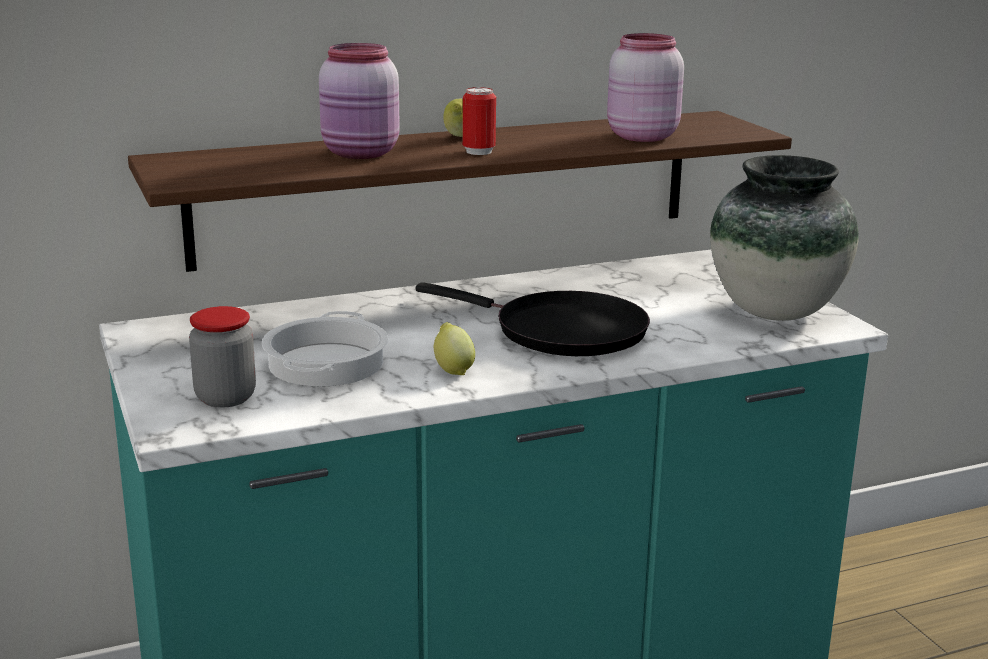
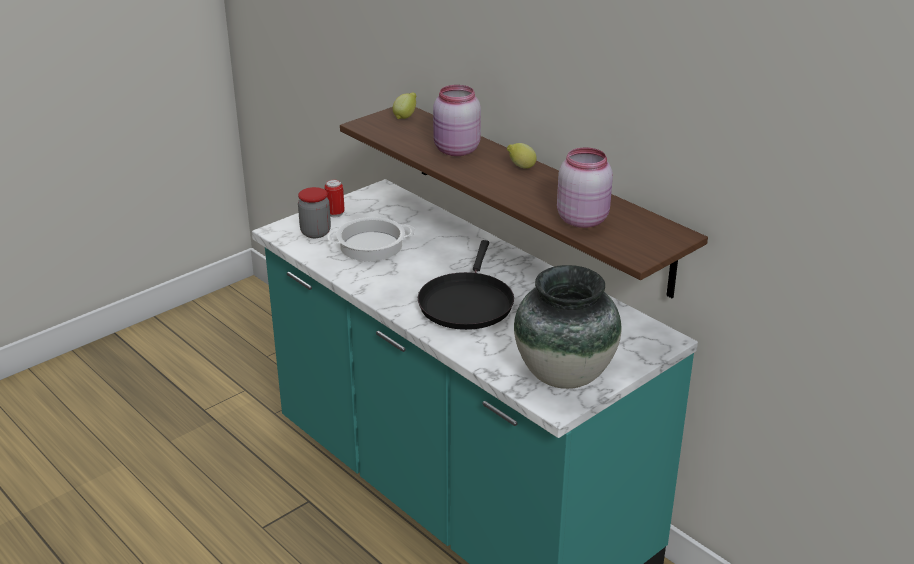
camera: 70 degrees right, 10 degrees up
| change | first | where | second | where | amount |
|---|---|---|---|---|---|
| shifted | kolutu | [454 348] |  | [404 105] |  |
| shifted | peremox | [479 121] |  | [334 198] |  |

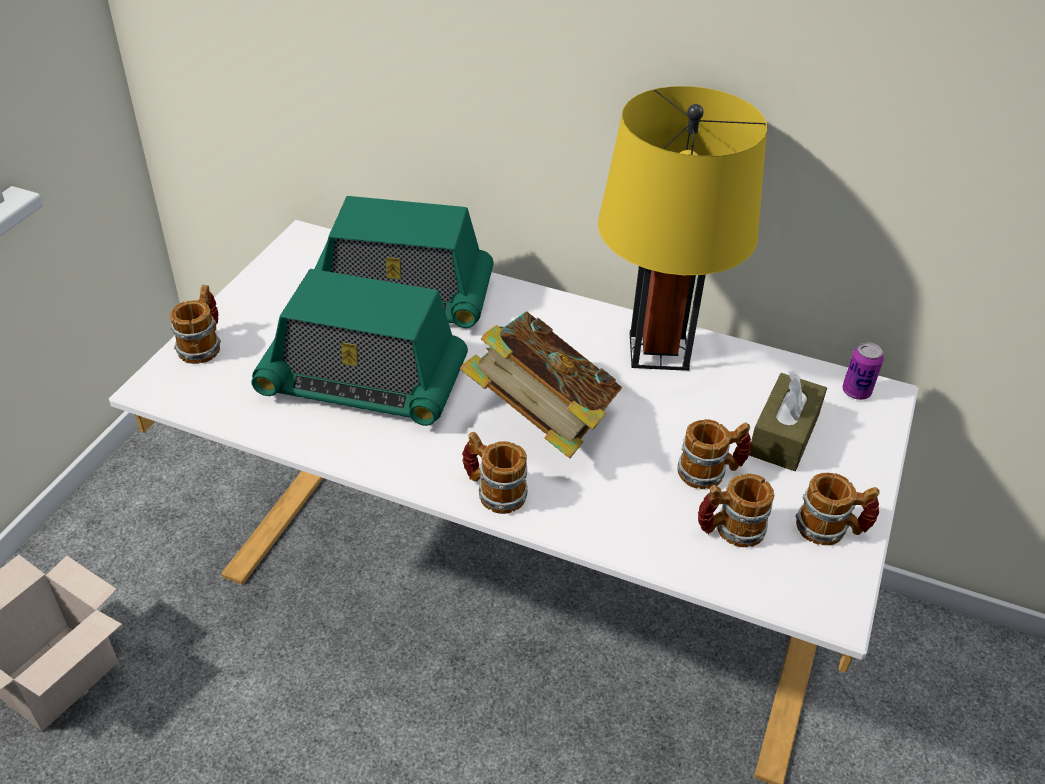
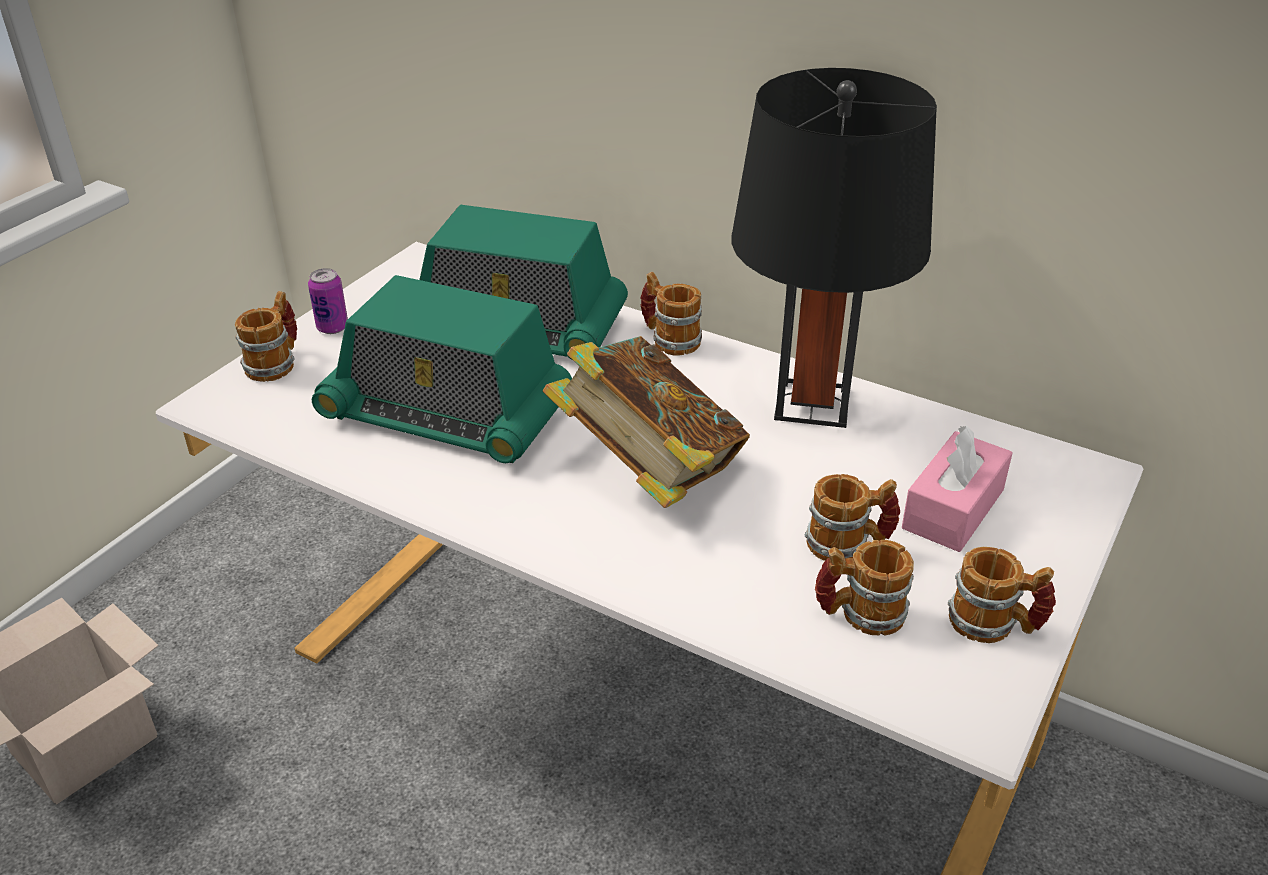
camera: 10 degrees right, 5 degrees down
| change | first | where | second | where | amount |
|---|---|---|---|---|---|
| shifted | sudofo | [494 473] |  | [671 313] |  |
| repainted | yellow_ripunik | [682 228] | black_ripunik | [834 248] |  |
| repainted | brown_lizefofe | [788 421] | pink_lizefofe | [957 488] |  |
| shifted | peremox | [863 371] |  | [328 301] |  |

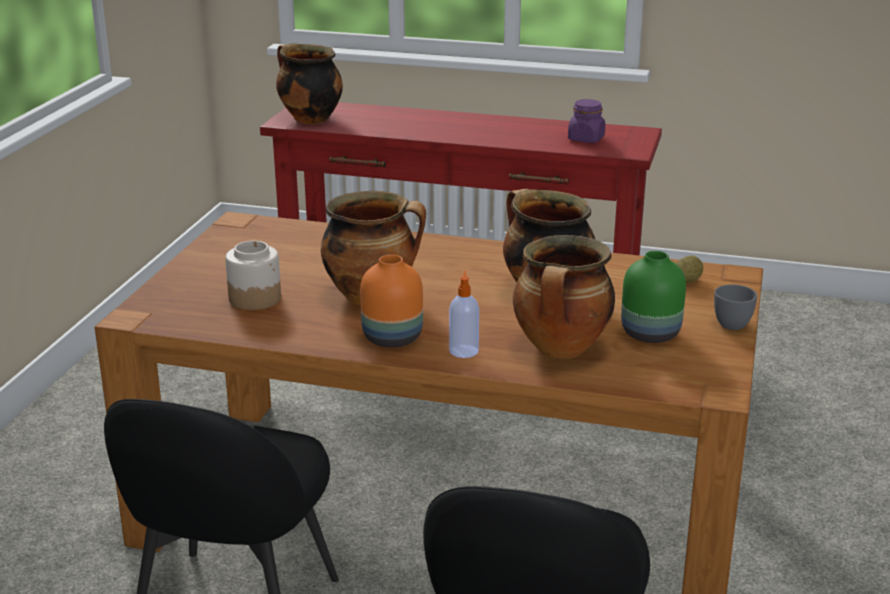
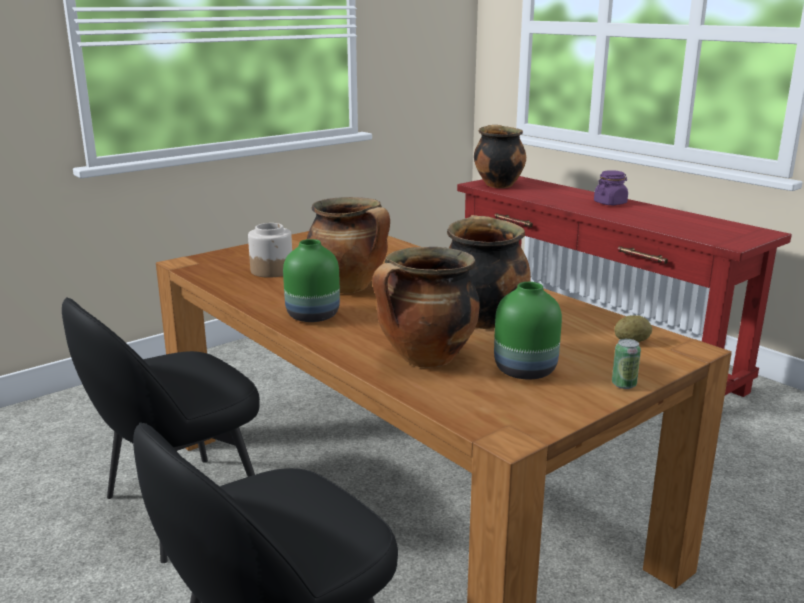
camera: 35 degrees right, 5 degrees down
| change | first | where | second | where | amount |
|---|---|---|---|---|---|
| repainted | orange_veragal | [391 301] | green_veragal | [311 280] |  |
| gone | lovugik | [464 314] |  |  |  |
| shifted | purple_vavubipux | [586 121] |  | [611 187] |  |
| swapped | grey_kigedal | [735 307] | peremox | [626 364] |  |

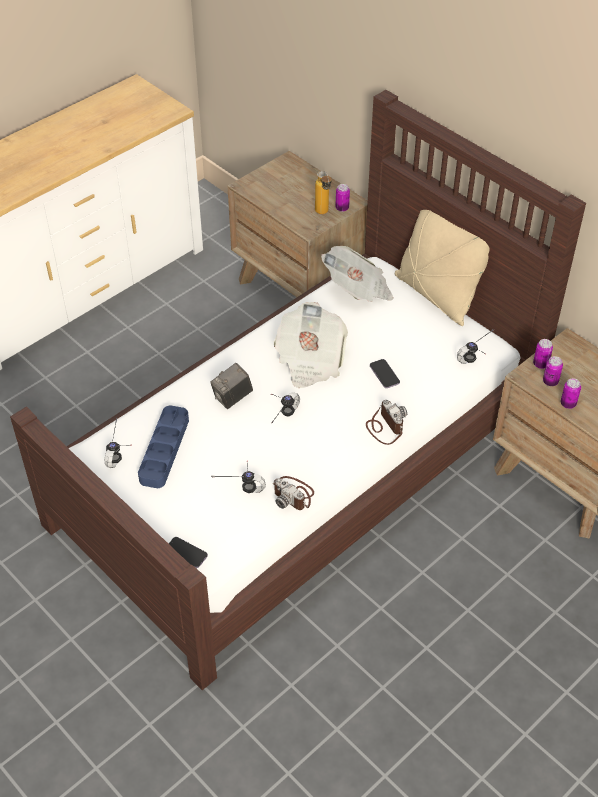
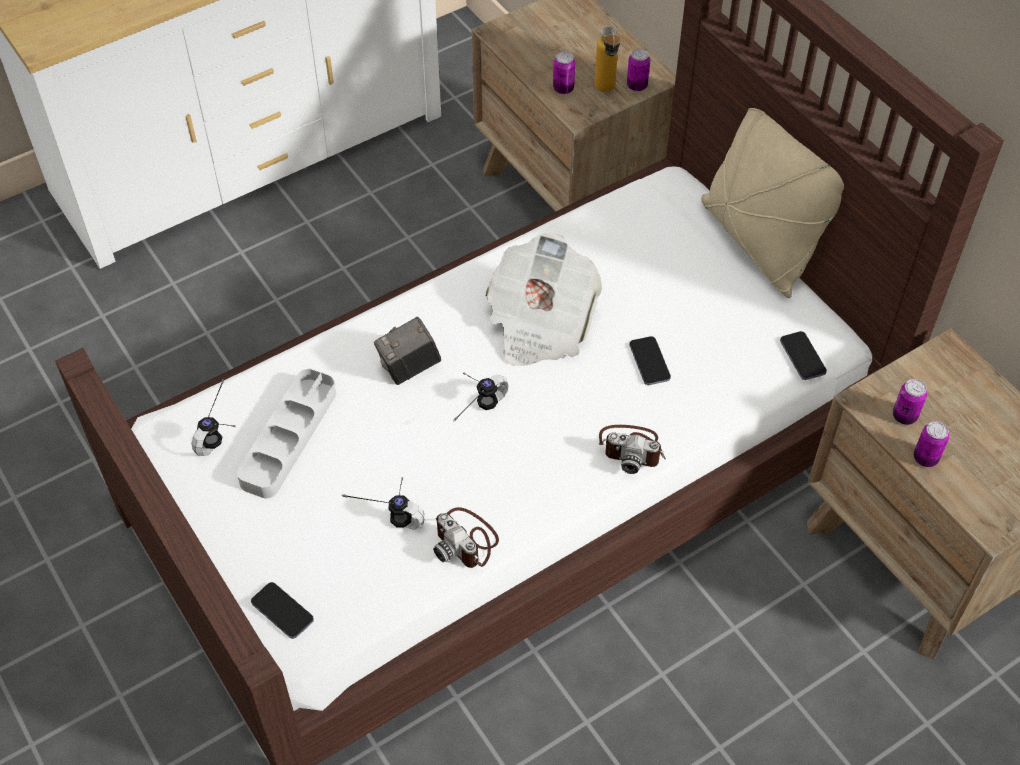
camera: 10 degrees right, 5 degrees up
| change | first | where | second | where | amount |
|---|---|---|---|---|---|
| repainted | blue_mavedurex | [163 446] | grey_mavedurex | [286 433] |  |
| gone | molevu | [357 274] |  |  |  |
| rotated | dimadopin | [386 422] |  | [632 449] | 120 degrees clockwise |
| swapped | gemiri | [475 346] | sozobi | [803 355] |  |
| shifted | peremox | [543 354] |  | [564 73] |  |

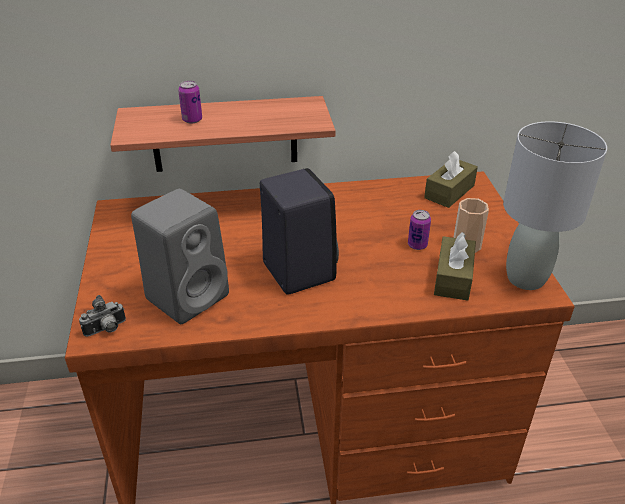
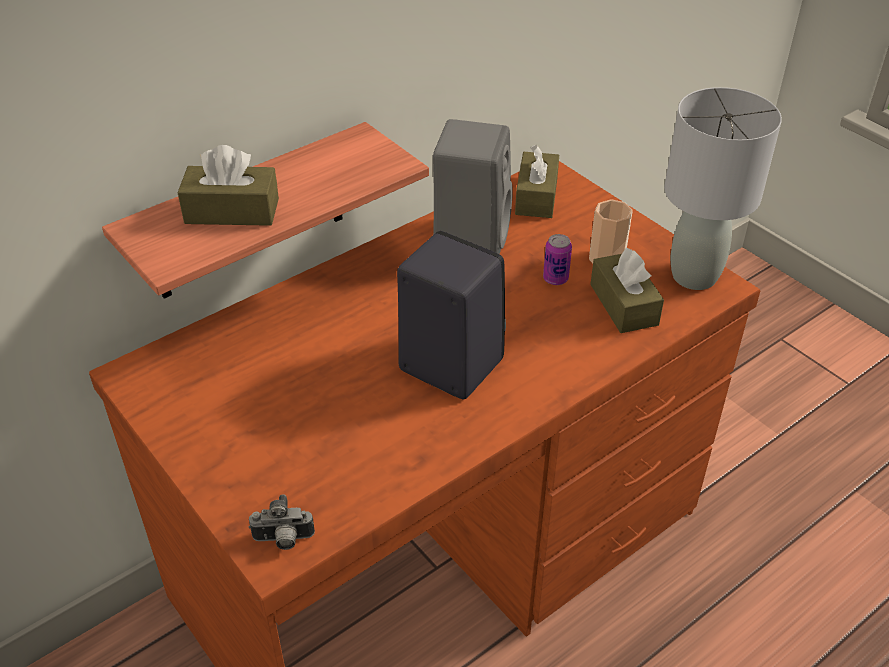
camera: 30 degrees left, 5 degrees up
| change | first | where | second | where | amount |
|---|---|---|---|---|---|
| rotated | dimadopin | [102 316] |  | [282 522] | 60 degrees clockwise |
| shifted | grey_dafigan | [180 256] |  | [473 186] |  |
| swapped | peremox | [190 102] | brown_lizefofe | [228 185] |  |

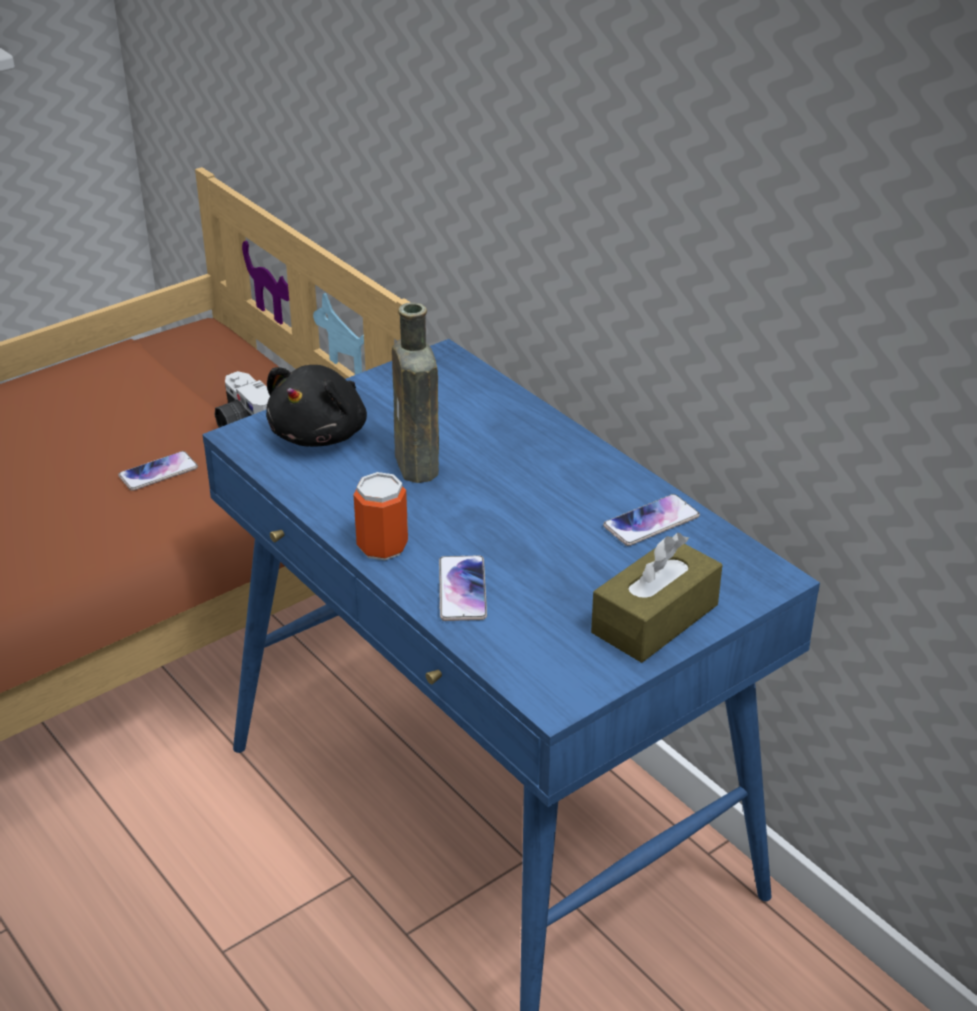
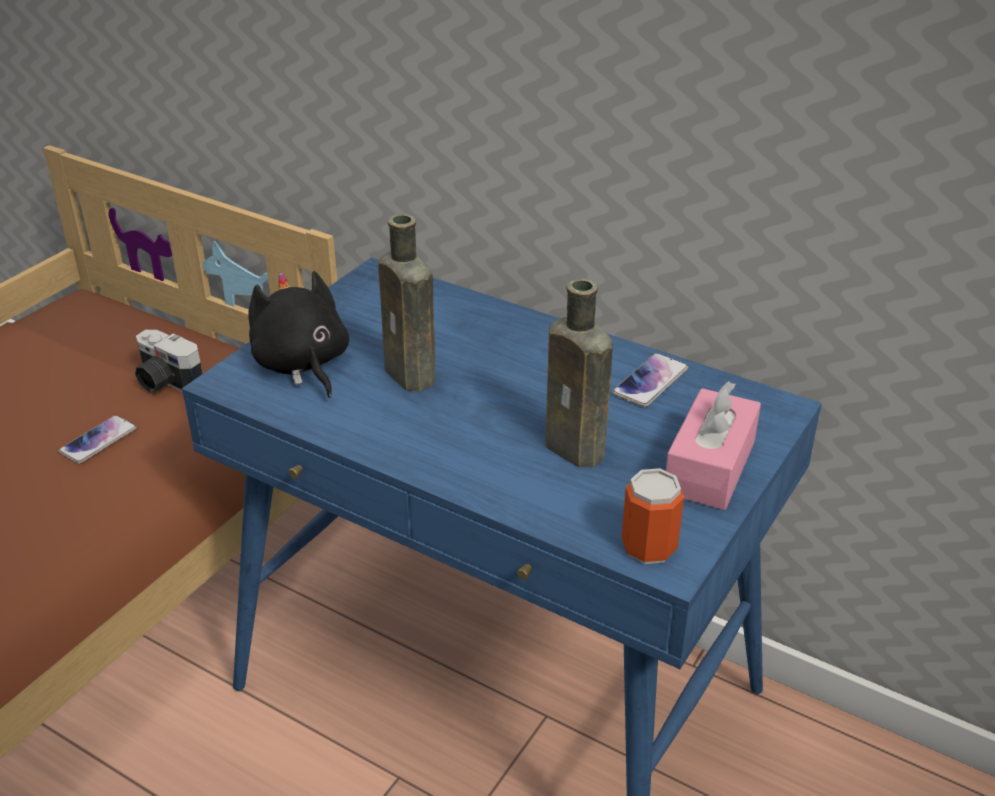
camera: 20 degrees left, 0 degrees up
| change | first | where | second | where | amount |
|---|---|---|---|---|---|
| rotated | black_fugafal | [316 406] |  | [299 334] | 150 degrees clockwise |
| shifted | peremox | [381 516] |  | [652 516] |  |
| gone | sozobi | [463 588] |  |  |  |
| repainted | brown_lizefofe | [656 598] | pink_lizefofe | [713 445] |  |
| new |  |  | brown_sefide | [579 373] |  |

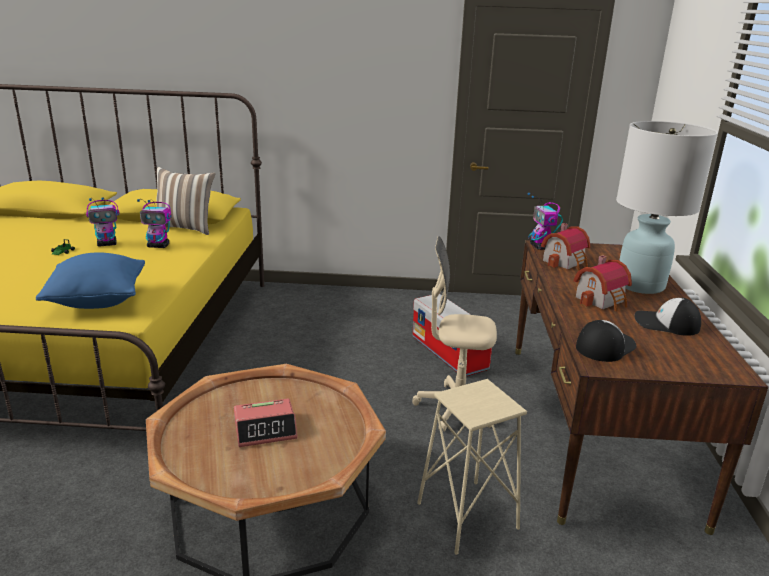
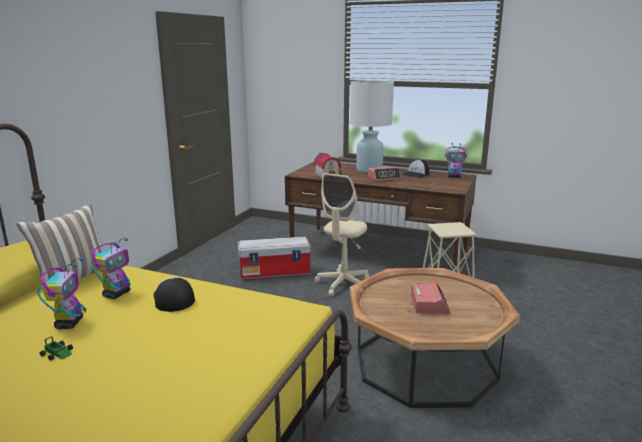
camera: 70 degrees left, 5 degrees down
| change | first | where | second | where | amount |
|---|---|---|---|---|---|
| gone | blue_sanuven | [90 280] |  |  |  |
| shifted | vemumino | [545 221] |  | [456 160] |  |
| swapped | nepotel | [602 283] | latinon | [384 173] |  |
| shifted | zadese | [606 341] |  | [174 294] |  |

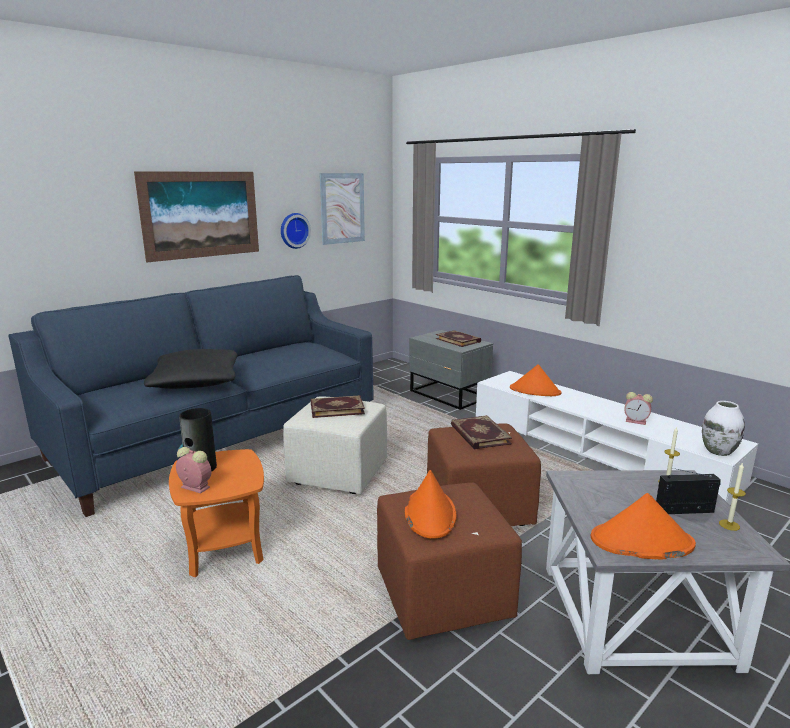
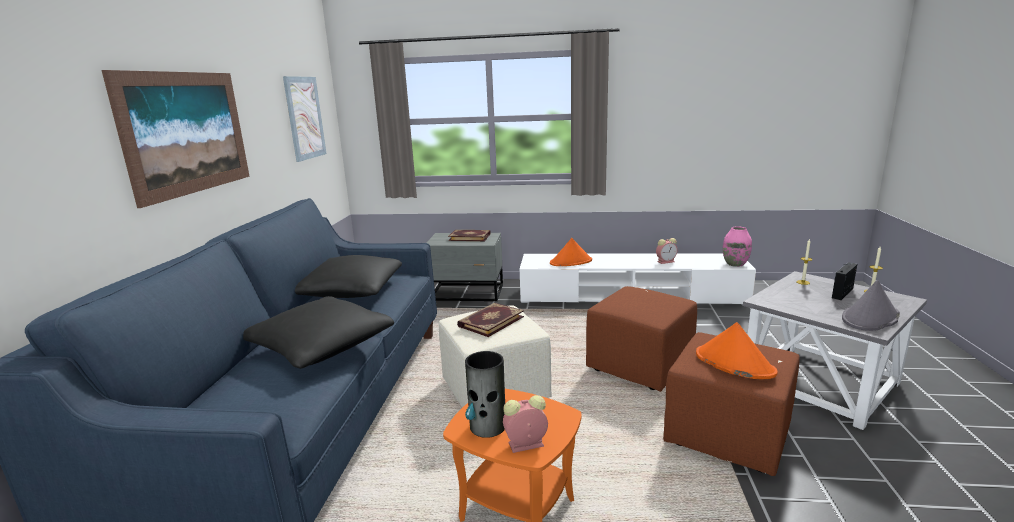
camera: 40 degrees left, 0 degrees up
| change | first | where | second | where | amount |
|---|---|---|---|---|---|
| gone | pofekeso | [296 231] |  |  |  |
| gone | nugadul | [481 432] |  |  |  |
| repainted | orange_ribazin | [643 526] | grey_ribazin | [871 305] |  |
| repainted | white_veragal | [723 428] | pink_veragal | [737 246] |  |
| new |  |  | black_sanuven | [348 276] |  |

